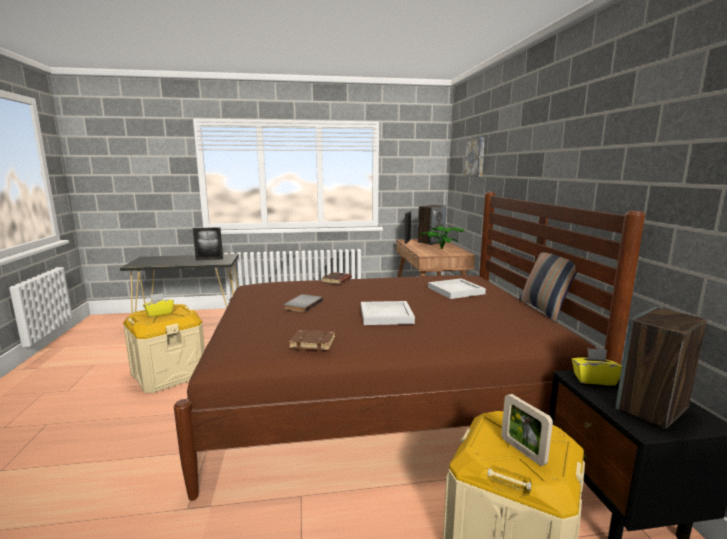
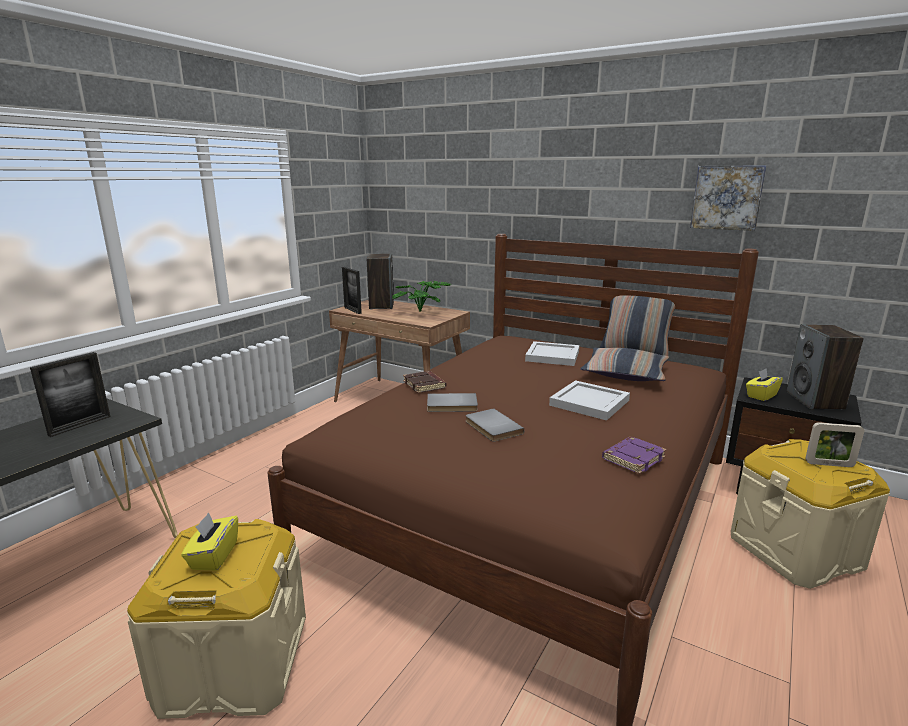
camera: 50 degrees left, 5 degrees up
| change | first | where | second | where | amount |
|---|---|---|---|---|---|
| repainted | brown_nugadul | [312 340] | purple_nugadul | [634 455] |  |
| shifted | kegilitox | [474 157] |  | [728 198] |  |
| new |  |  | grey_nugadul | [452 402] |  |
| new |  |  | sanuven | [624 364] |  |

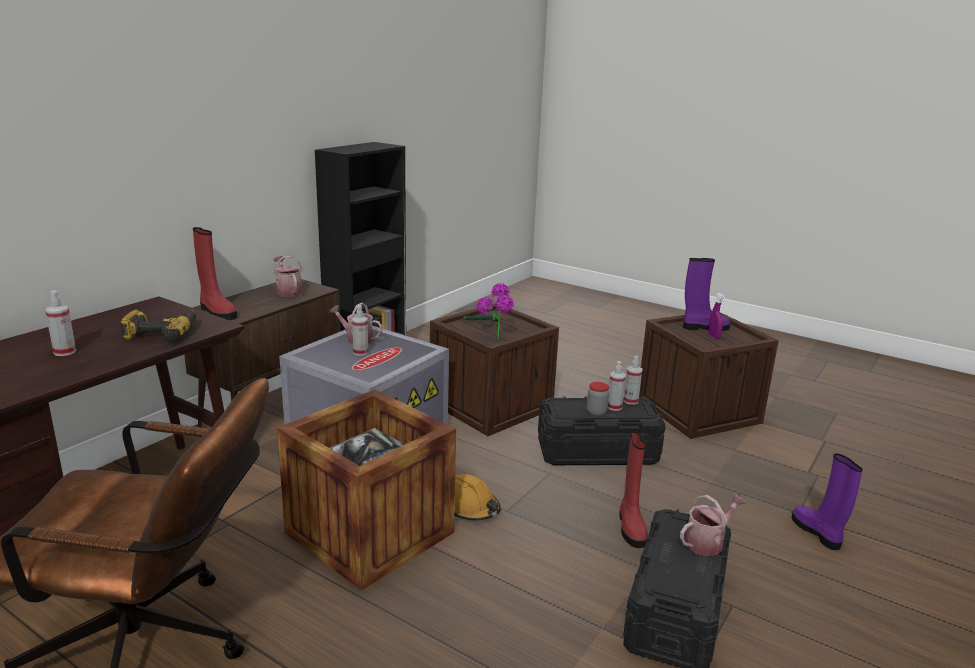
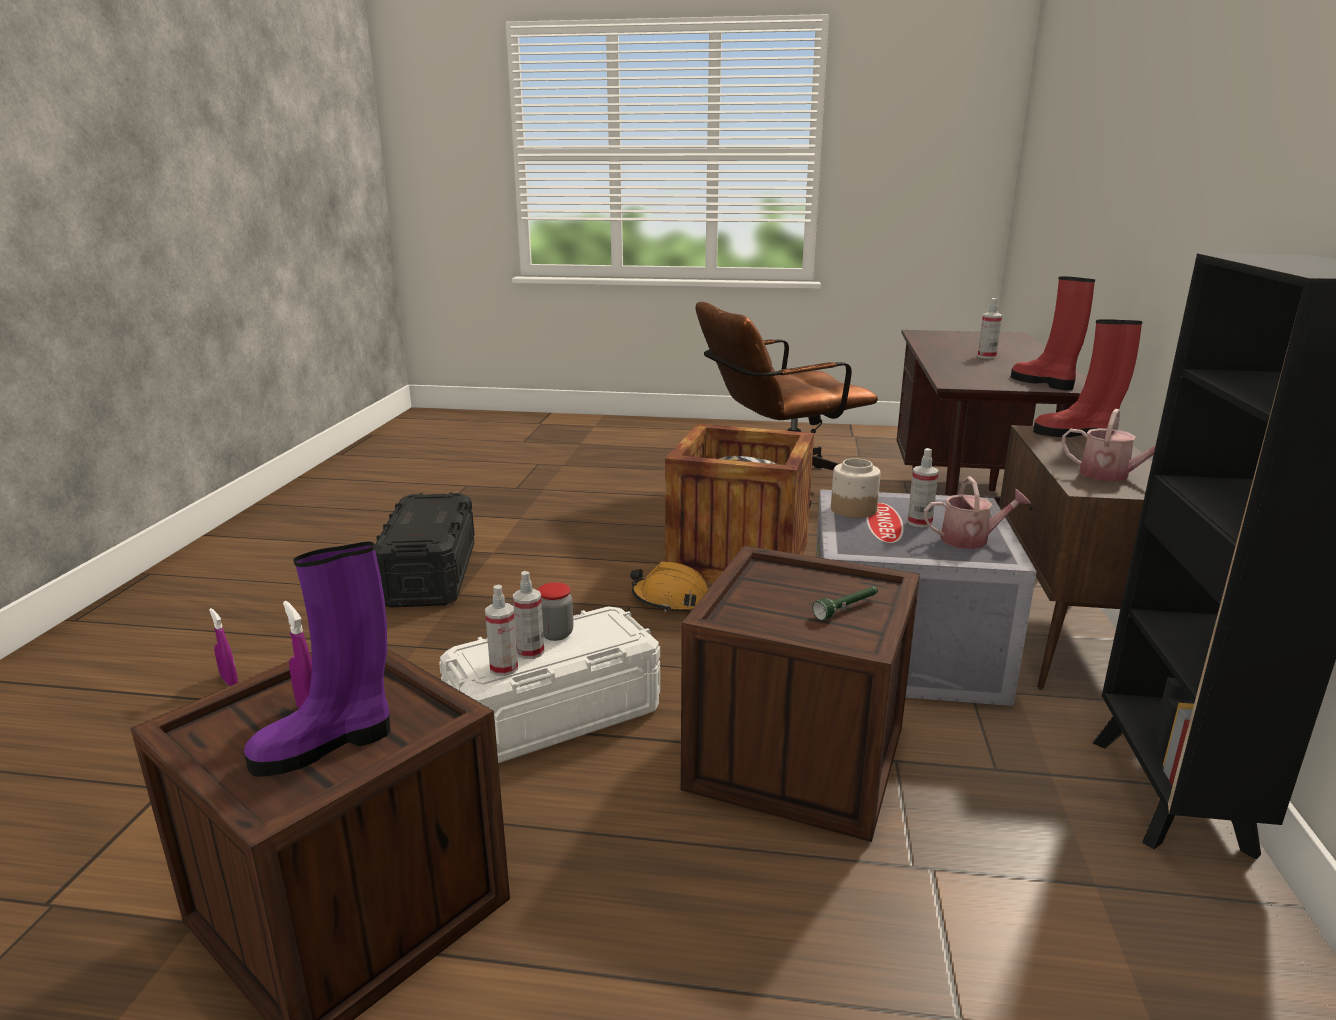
camera: 155 degrees right, 0 degrees up
| change | first | where | second | where | amount |
|---|---|---|---|---|---|
| gone | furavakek | [158 326] |  |  |  |
| gone | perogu | [495 311] |  |  |  |
| repainted | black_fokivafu | [601 430] | white_fokivafu | [549 684] |  |
| shifted | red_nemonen | [633 489] |  | [1053 333] |  |
| gone | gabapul | [713 524] |  |  |  |
| swapped | purple_nemonen | [827 501] | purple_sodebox | [223 647] |  |
| new |  |  | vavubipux | [856 488] |  |

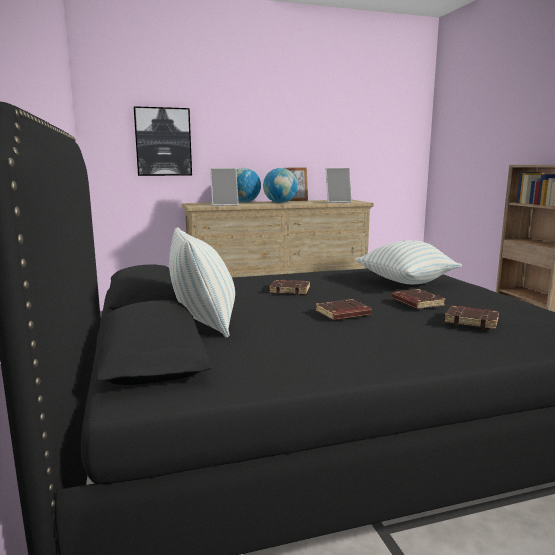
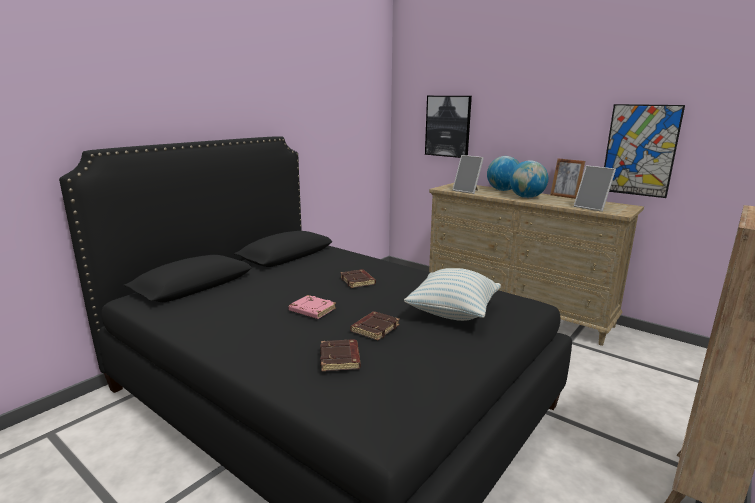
camera: 55 degrees right, 5 degrees up
| change | first | where | second | where | amount |
|---|---|---|---|---|---|
| gone | sanuven | [202 282] |  |  |  |
| repainted | brown_nugadul | [343 309] | pink_nugadul | [312 307] |  |
| new |  |  | kegilitox | [644 151] |  |

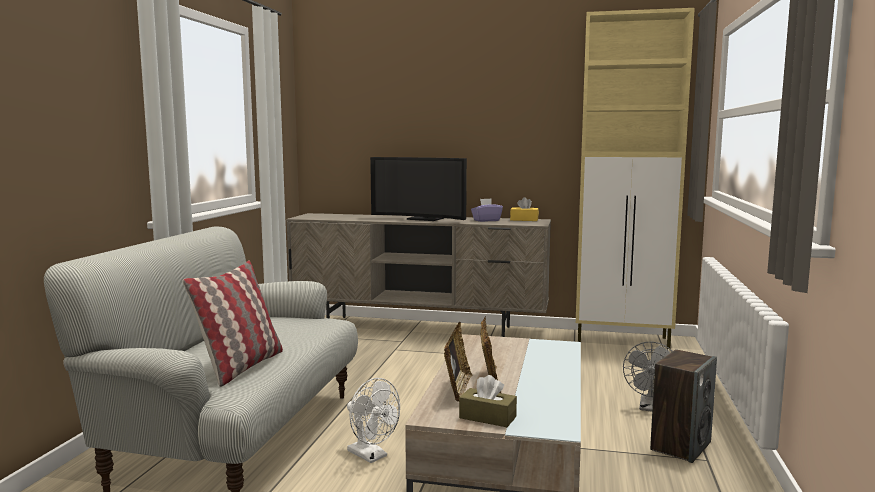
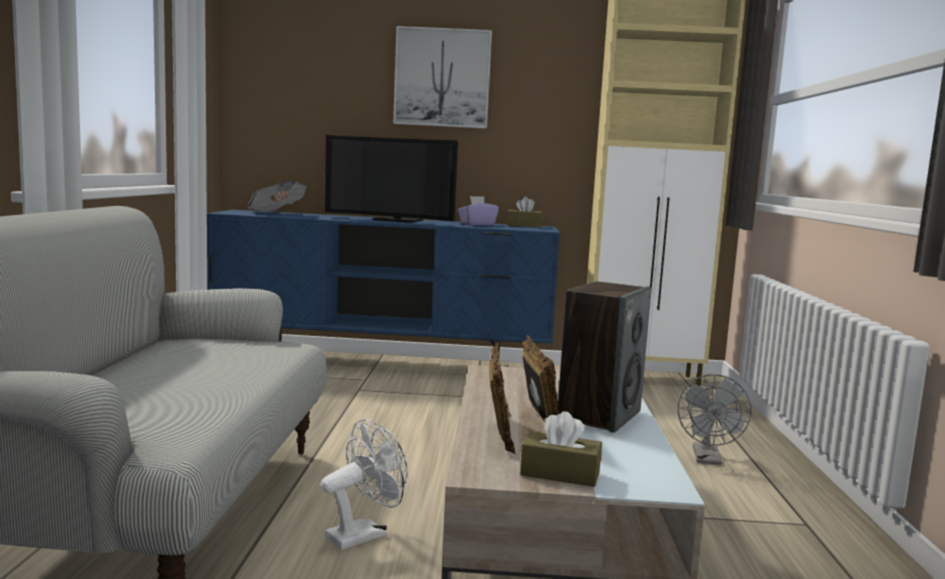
camera: 10 degrees left, 0 degrees up
| change | first | where | second | where | amount |
|---|---|---|---|---|---|
| gone | sanuven | [233 323] |  |  |  |
| repainted | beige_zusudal | [418 275] | blue_zusudal | [383 281] |  |
| rotated | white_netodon | [373 420] |  | [364 484] | 75 degrees counterclockwise |
| repainted | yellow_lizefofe | [524 209] | brown_lizefofe | [524 212] |  |
| shifted | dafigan | [683 406] |  | [604 357] |  |
| new |  |  | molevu | [277 196] |  |
| new |  |  | kegilitox | [442 77] |  |

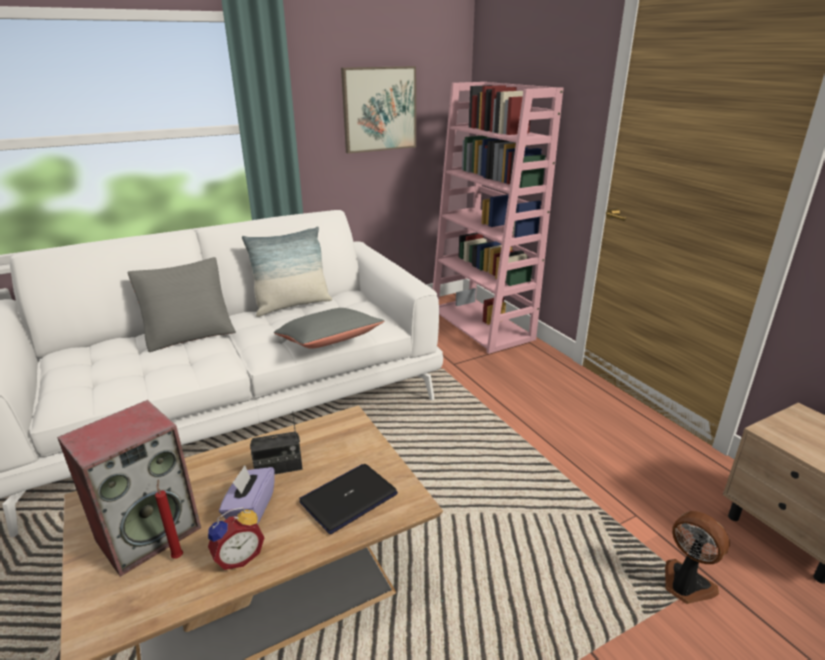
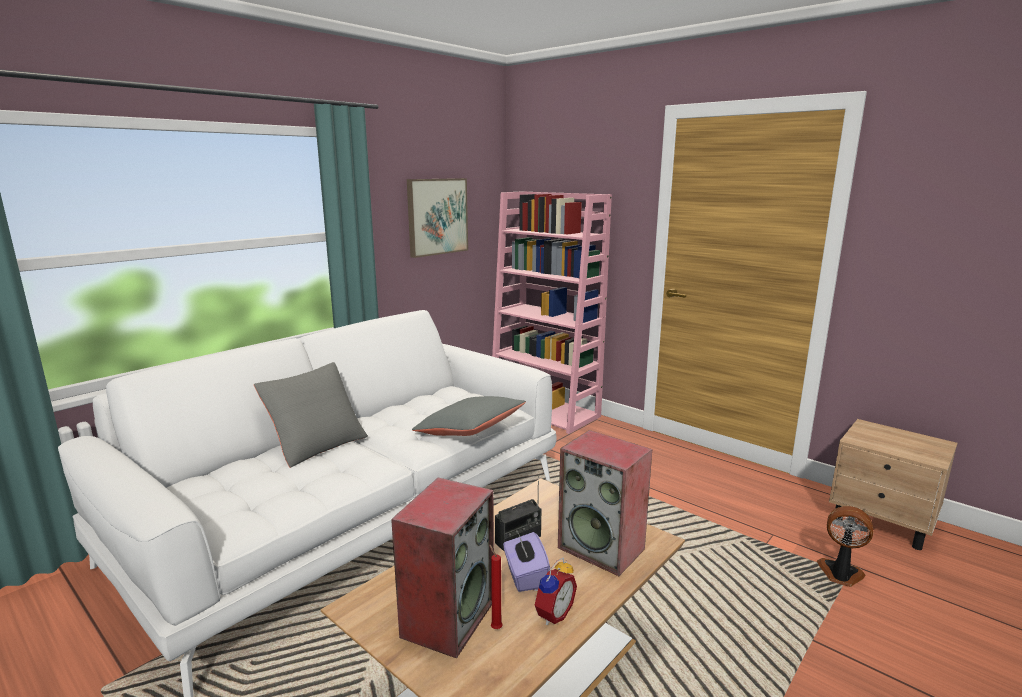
camera: 20 degrees left, 10 degrees down
| change | first | where | second | where | amount |
|---|---|---|---|---|---|
| gone | sanuven | [287 271] |  |  |  |
| swapped | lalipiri | [348 499] | dafigan | [605 503] |  |

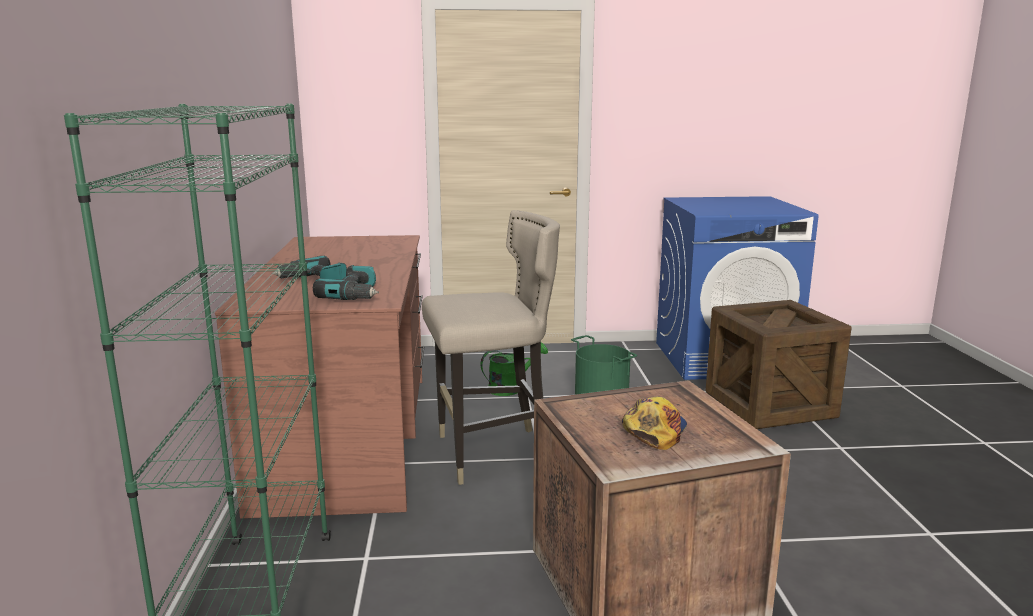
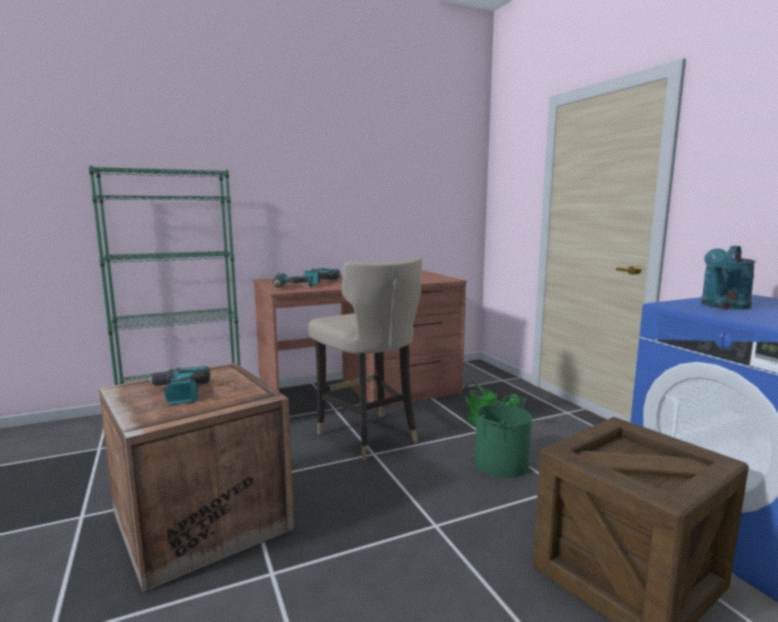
camera: 70 degrees right, 5 degrees down
| change | first | where | second | where | amount |
|---|---|---|---|---|---|
| swapped | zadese | [654 423] | furavakek | [178 385] |  |
| new |  |  | turquoise_gabapul | [728 277] |  |

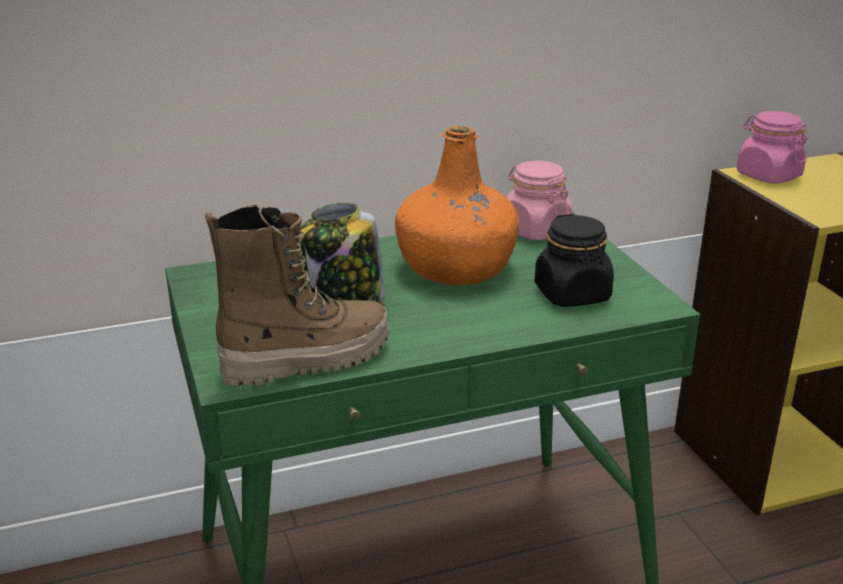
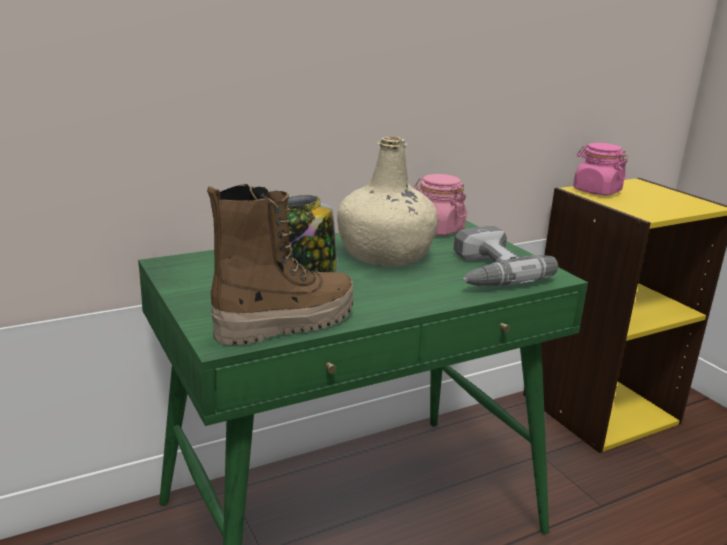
camera: 10 degrees left, 5 degrees down
| change | first | where | second | where | amount |
|---|---|---|---|---|---|
| repainted | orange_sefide | [457 205] | beige_sefide | [387 201] |  |
| swapped | black_vavubipux | [574 260] | furavakek | [505 256] |  |

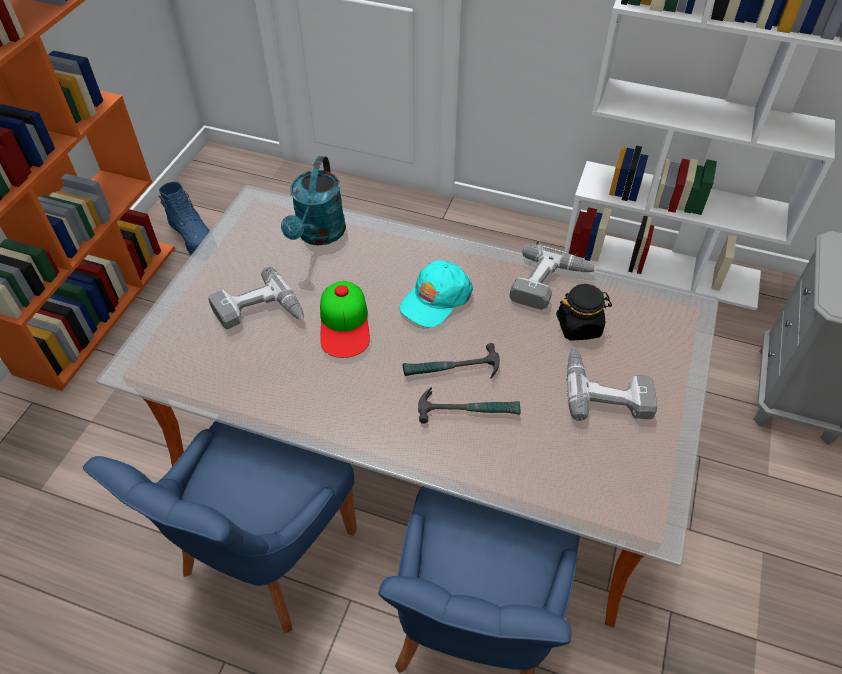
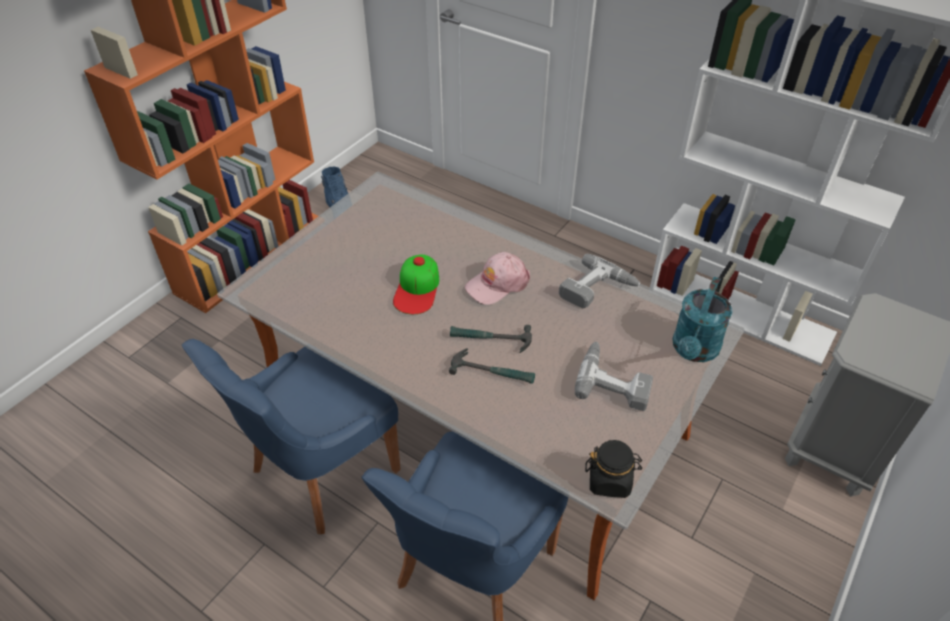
camera: 15 degrees right, 5 degrees down
| change | first | where | second | where | amount |
|---|---|---|---|---|---|
| gone | furavakek | [256 298] |  |  |  |
| shifted | turquoise_gabapul | [313 201] |  | [702 319] |  |
| repainted | turquoise_zadese | [436 293] | pink_zadese | [497 278] |  |
| shifted | black_vavubipux | [584 312] |  | [613 469] |  |

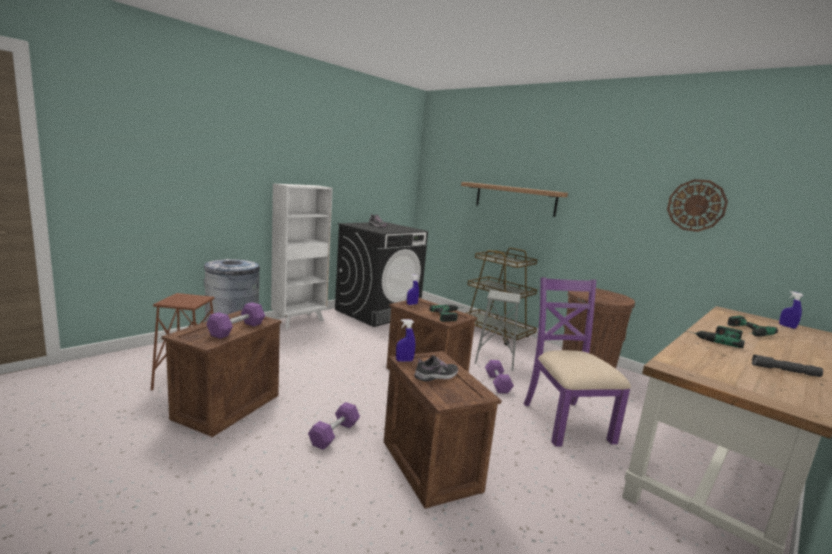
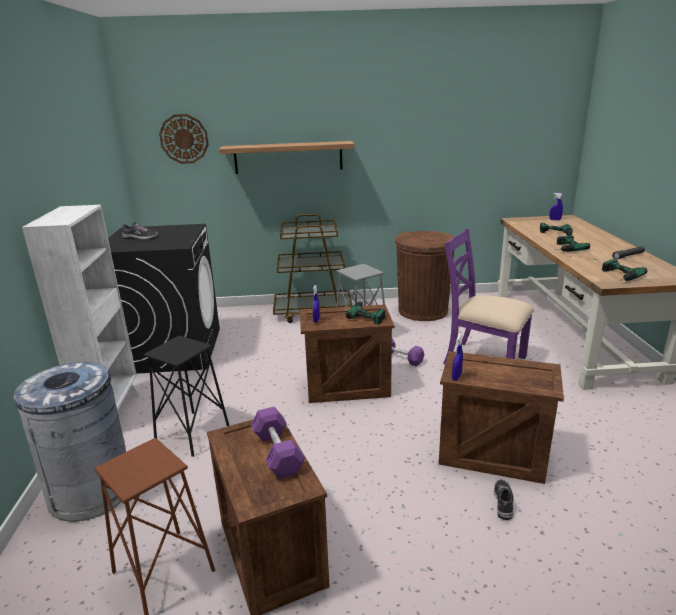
camera: 45 degrees left, 10 degrees up
| change | first | where | second | where | amount |
|---|---|---|---|---|---|
| gone | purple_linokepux | [334 426] |  |  |  |
| shifted | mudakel | [436 368] |  | [504 499] |  |
| shifted | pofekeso | [697 205] |  | [184 139] |  |
| new |  |  | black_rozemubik | [186 396] |  |
| new |  |  | furavakek | [624 270] |  |

